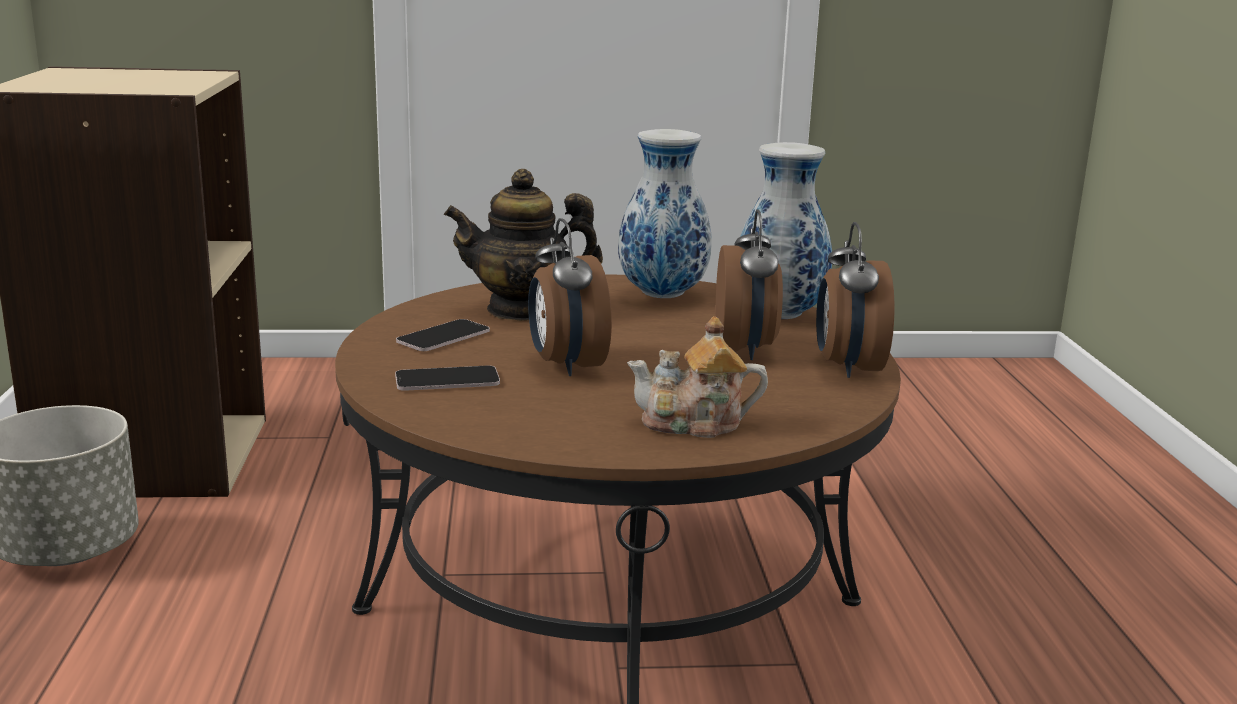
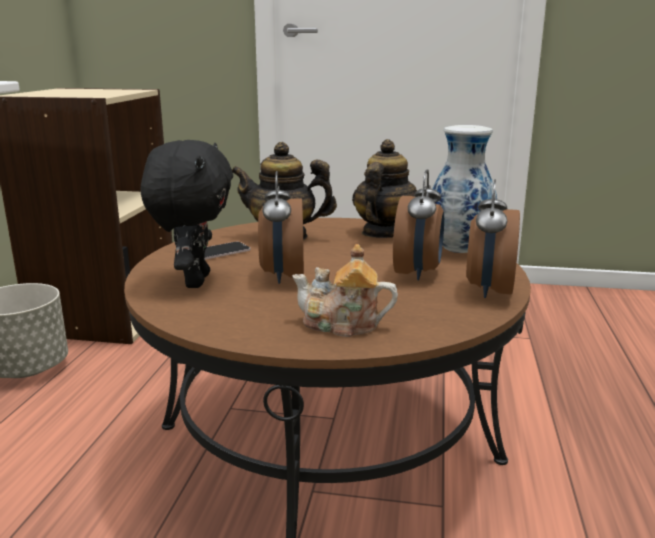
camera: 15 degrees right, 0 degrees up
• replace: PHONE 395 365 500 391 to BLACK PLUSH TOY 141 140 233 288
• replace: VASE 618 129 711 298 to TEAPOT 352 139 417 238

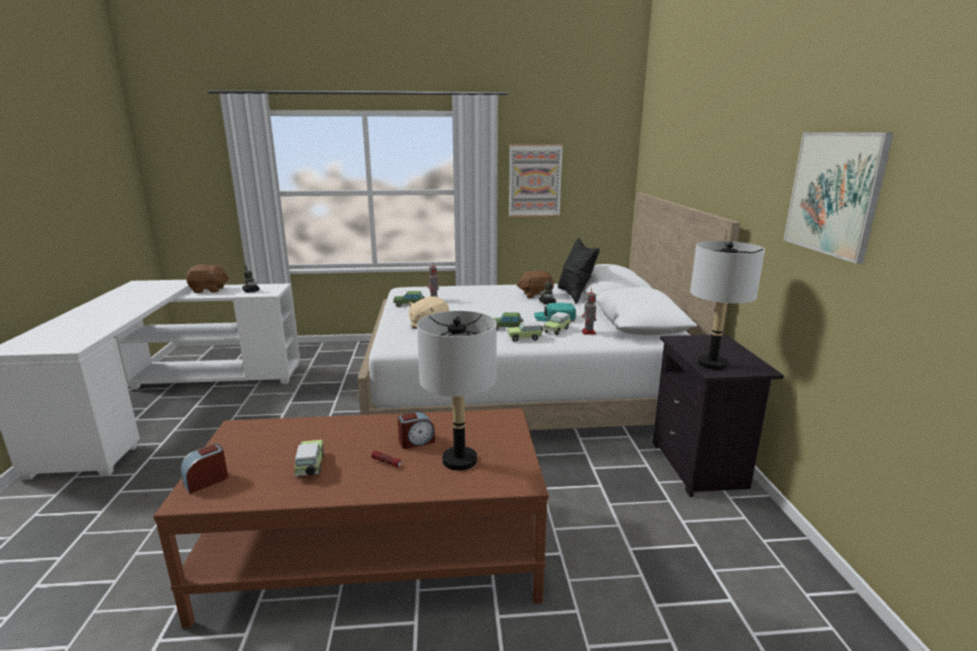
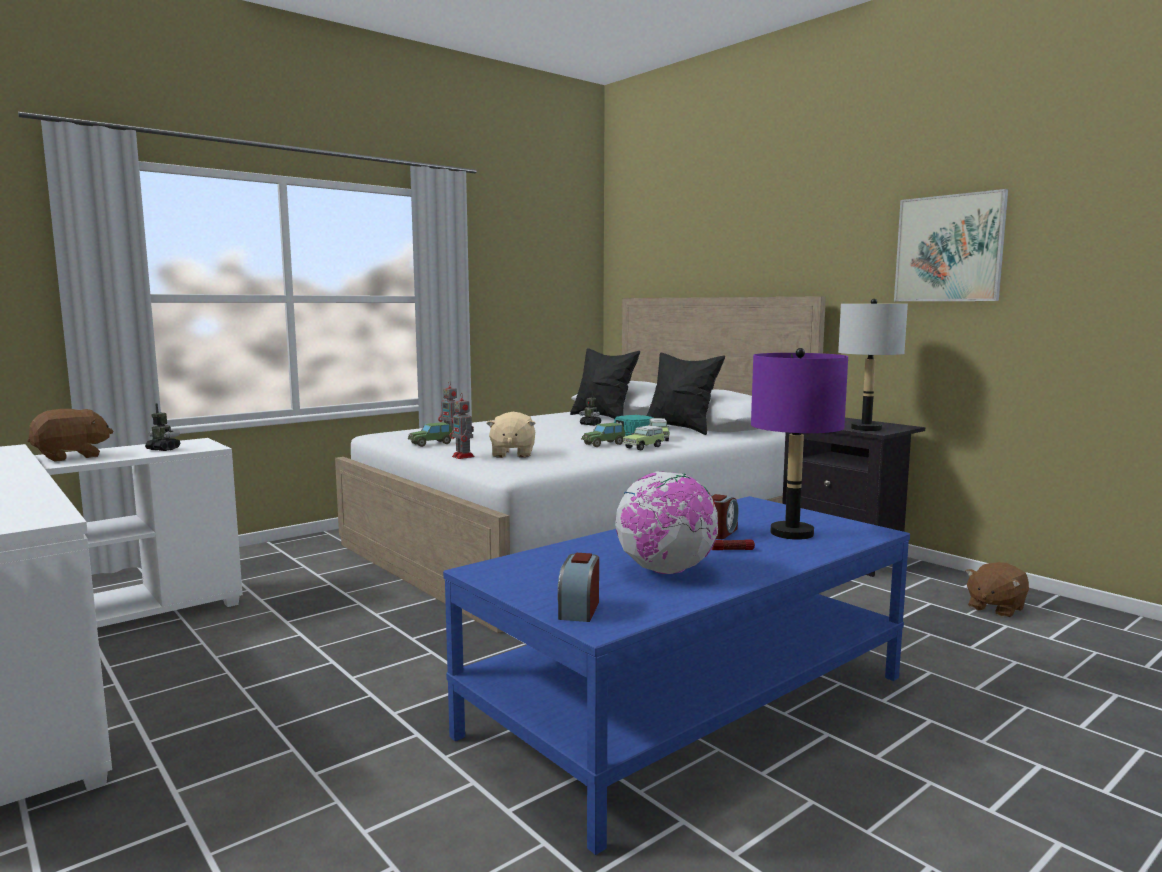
camera: 35 degrees left, 10 degrees down
• recolor: BROWN COFFEE TABLE 153 408 548 628 to BLUE COFFEE TABLE 443 496 910 855
• replace: TOY CAR 294 440 324 476 to GLOBE 615 471 718 574
• recolor: GREY TABLE LAMP 417 311 497 471 to PURPLE TABLE LAMP 751 348 848 540
• delete: PICTURE 509 144 563 217
• move: BROWN PLUSH TOY 517 271 554 298 to 965 562 1029 618
• move: TOY ROBOT 581 288 596 335 to 449 394 474 459
• insert: BLACK PILLOW 647 353 725 435

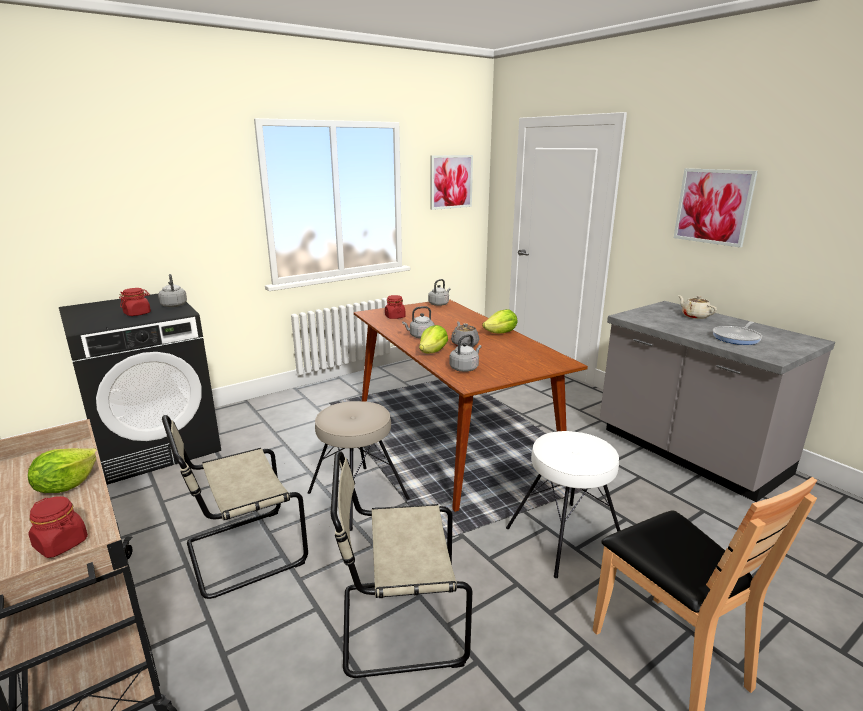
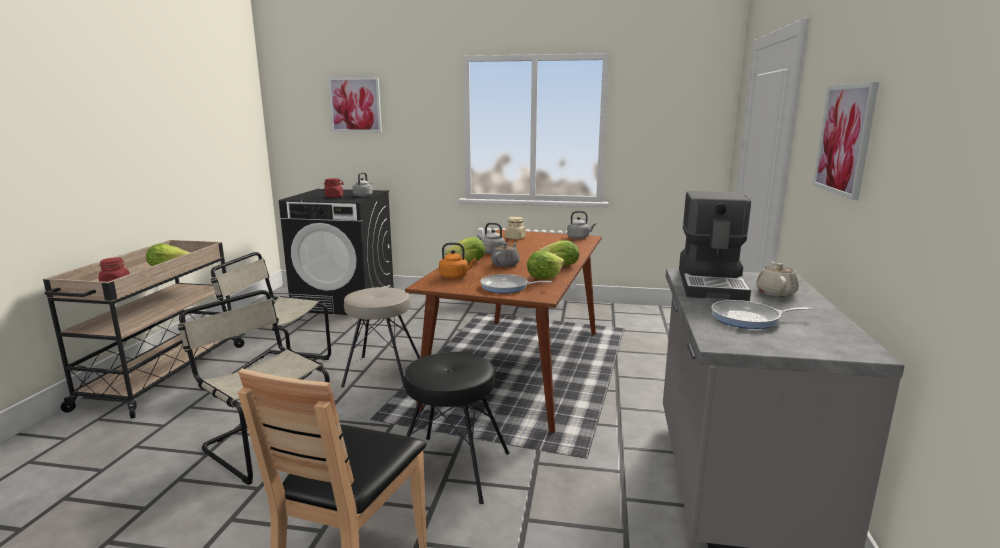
camera: 45 degrees right, 5 degrees down
• recolor: RED JAR 385 295 406 319 to BEIGE JAR 505 217 526 239
• move: PICTURE 431 155 473 210 to 328 77 382 132
• recolor: GREY KETTLE 450 334 482 372 to ORANGE KETTLE 439 242 476 279
• recolor: WHITE STOOL 506 431 621 578 to BLACK STOOL 404 352 509 504
• insert: FRYING PAN 480 274 552 293
• insert: LETTUCE 527 251 564 279
• insert: COFFEE MACHINE 679 191 751 301

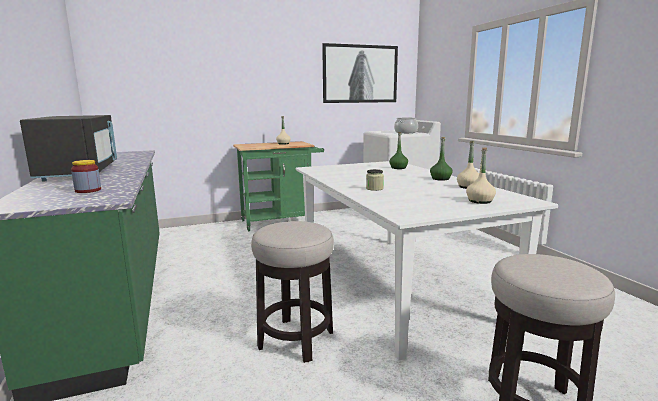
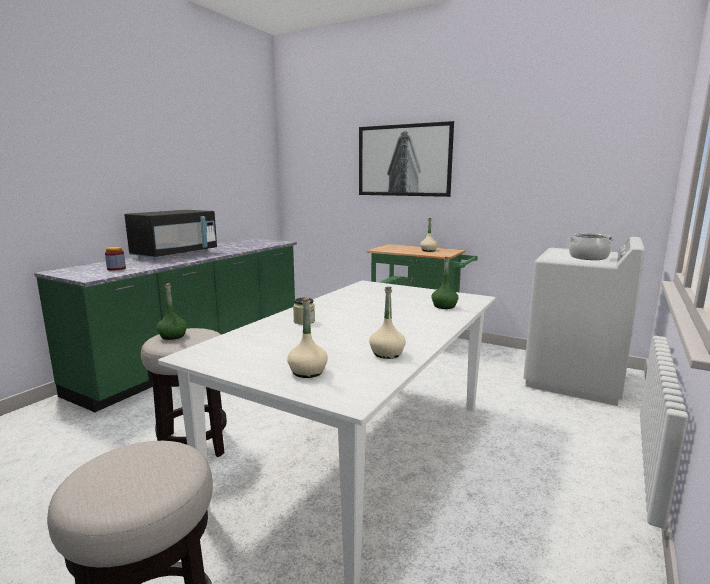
camera: 50 degrees right, 0 degrees up
• move: PICTURE 322 43 398 103 to 359 121 454 197
• move: GREEN BOTTLE 430 137 453 181 to 157 283 187 340

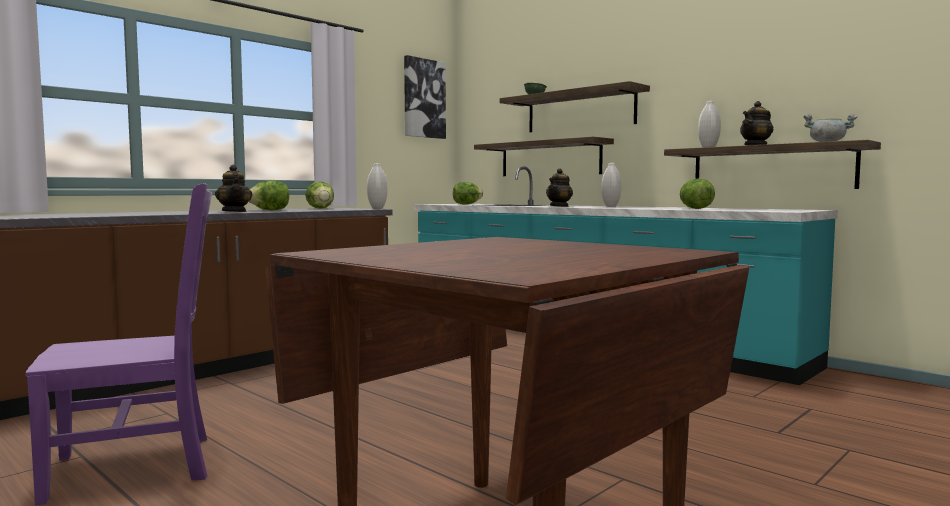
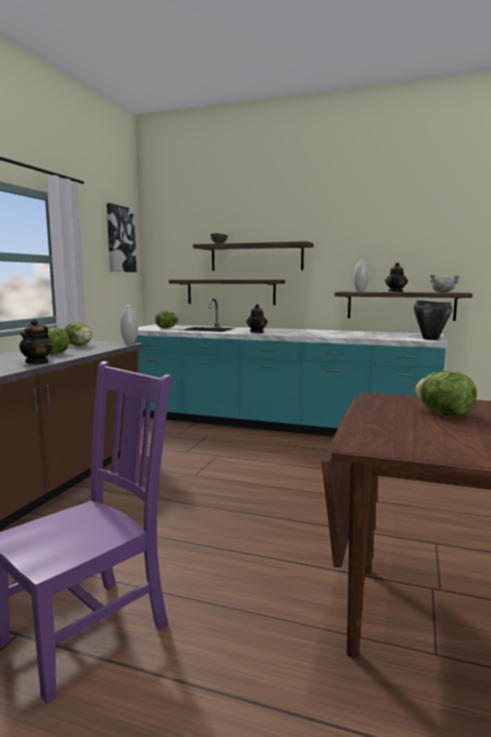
camera: 25 degrees left, 5 degrees up
• rotate: TEAPOT 215 165 252 212 = 19 319 52 364 60 degrees clockwise
• delete: WHITE VASE 601 163 622 207
• move: LETTUCE 680 178 715 209 to 414 371 477 416
• insert: BLACK COOKING POT 414 300 453 340

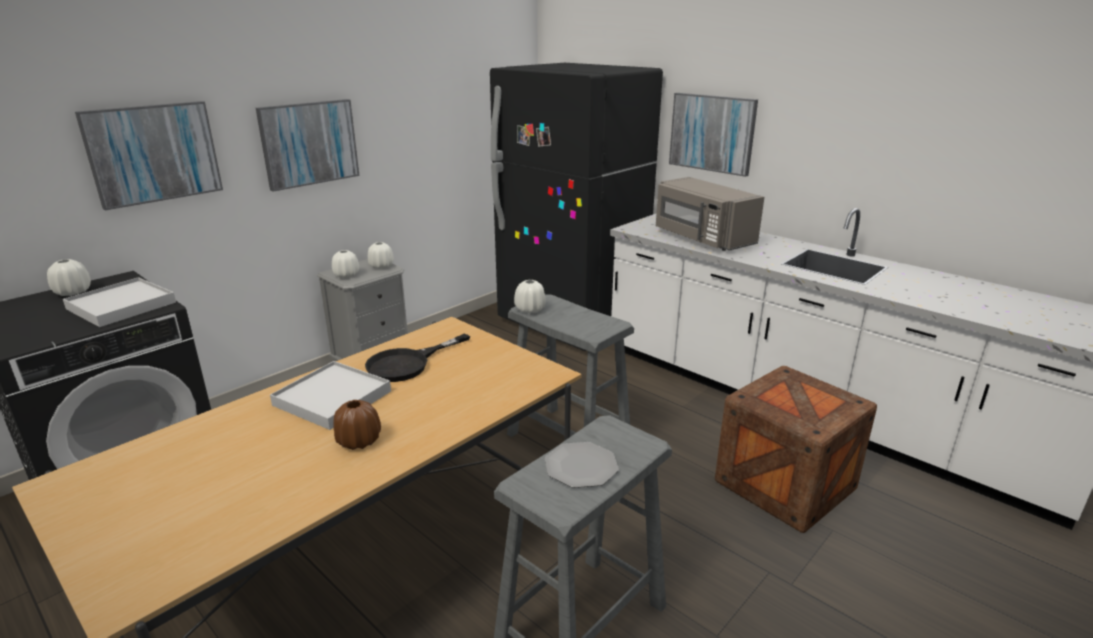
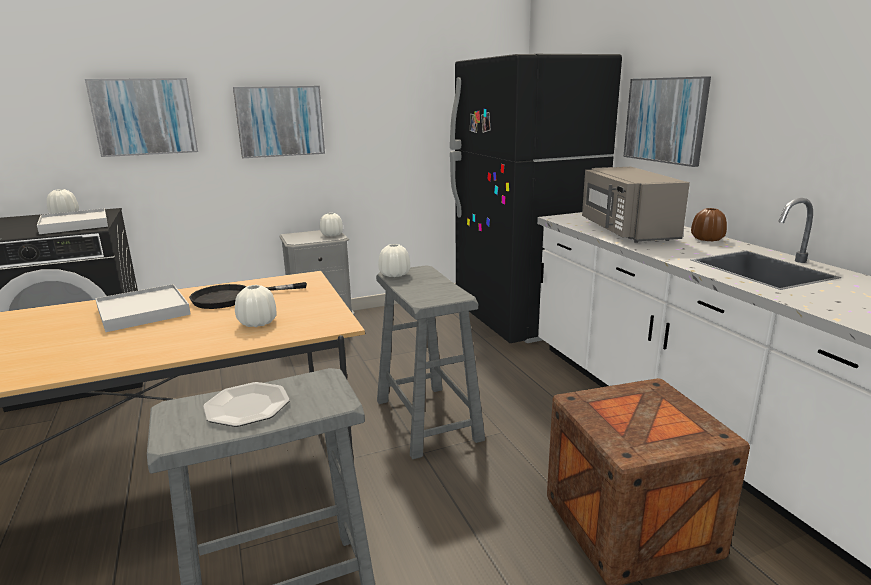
camera: 25 degrees right, 5 degrees down
• move: WHITE VASE 332 250 359 278 to 235 285 277 327
• move: BROWN VASE 333 400 381 450 to 691 208 727 241

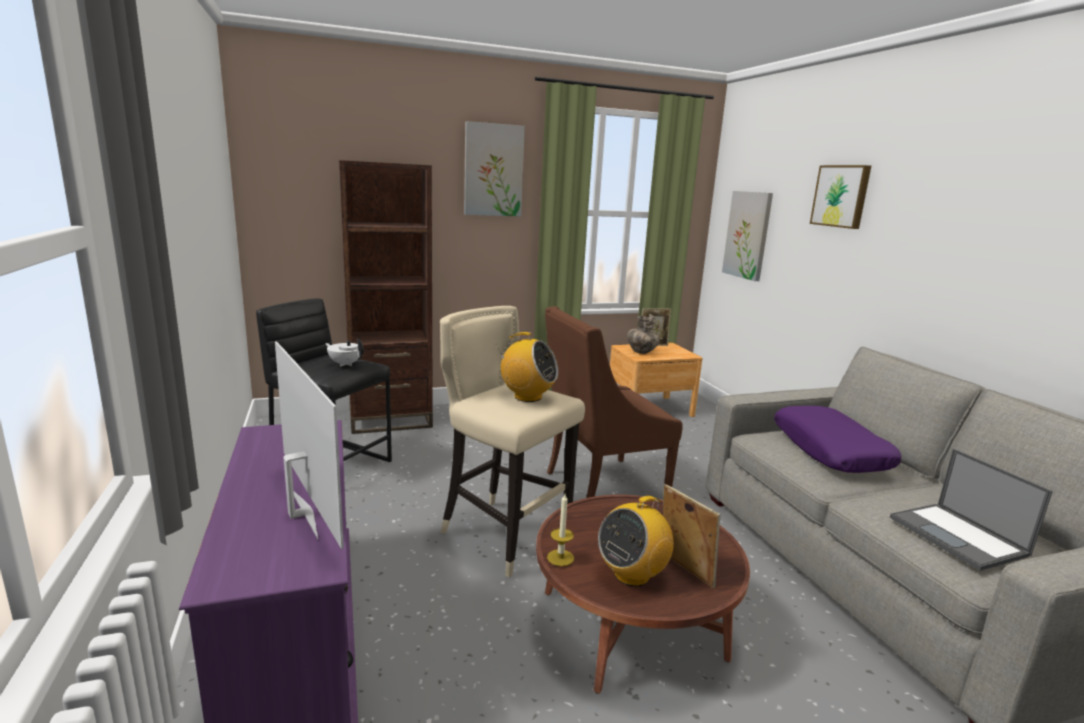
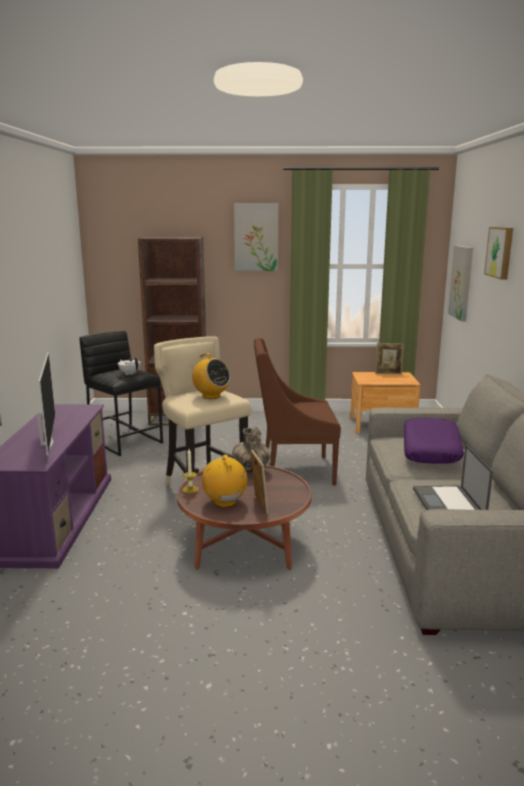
camera: 20 degrees right, 0 degrees up
• rotate: RADIO 598 494 674 586 = 202 454 247 507 90 degrees clockwise
• move: VASE 627 314 660 354 to 232 427 271 473

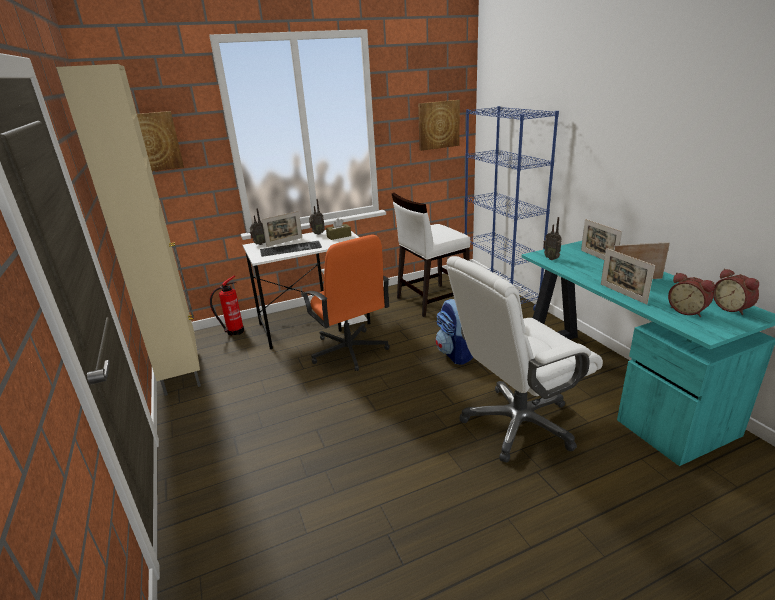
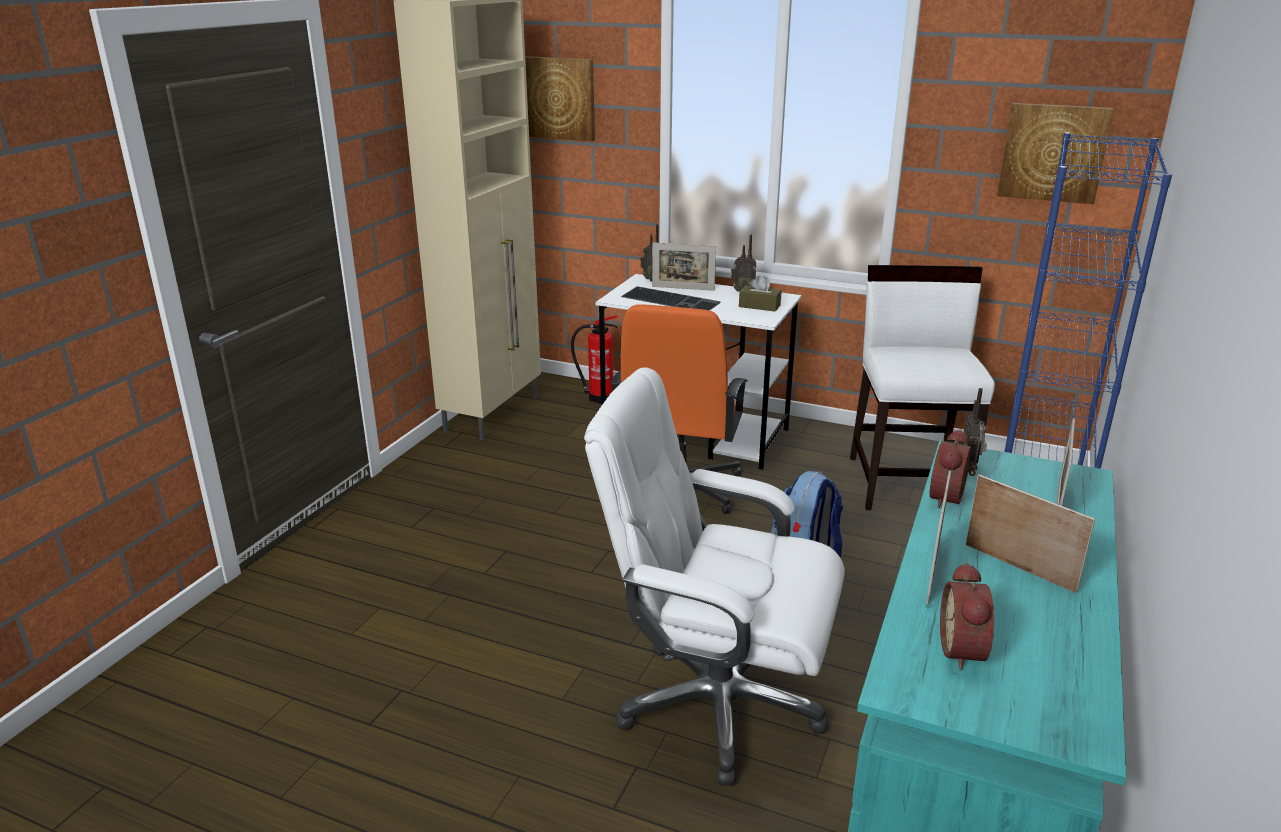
camera: 45 degrees right, 0 degrees up
• rotate: WHITE CHAIR 392 193 470 317 = 850 265 995 510 75 degrees clockwise
• move: ALARM CLOCK 713 269 759 315 to 930 429 976 508

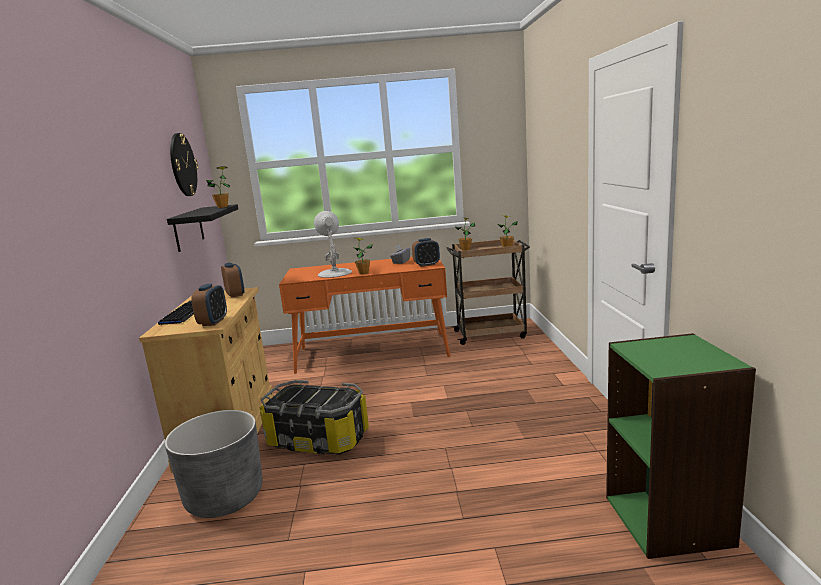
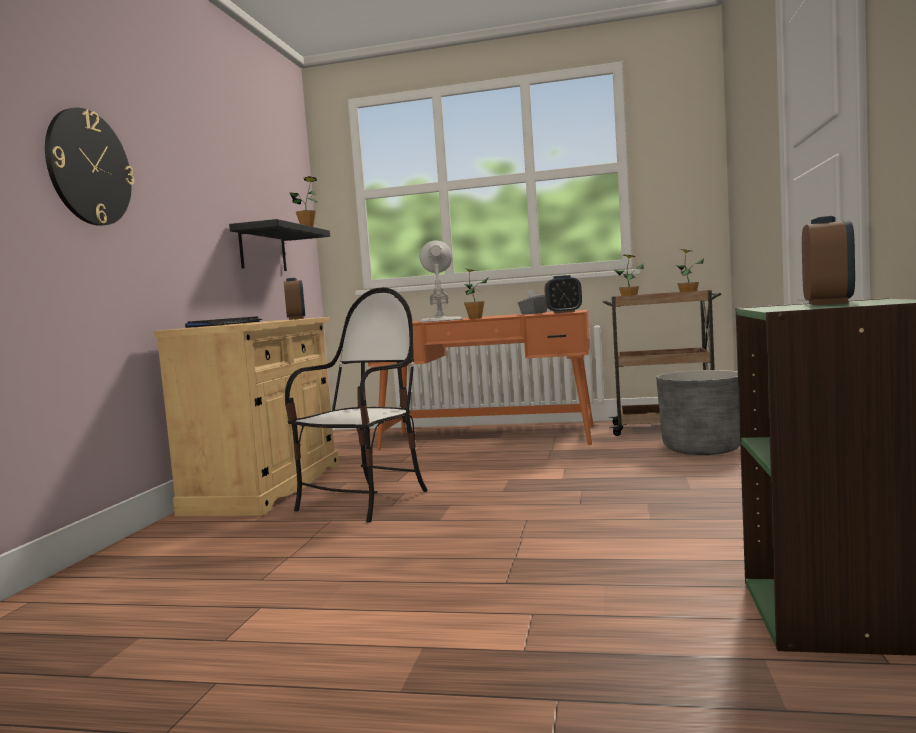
camera: 15 degrees right, 10 degrees down
• move: GREY PLANTER 165 410 263 518 to 656 370 740 455
• move: WALL CLOCK 170 133 198 196 to 45 108 134 226
• move: ALARM CLOCK 191 284 227 326 to 802 216 855 305
• replace: STORAGE BOX 260 380 369 455 to CHAIR 285 287 428 523

